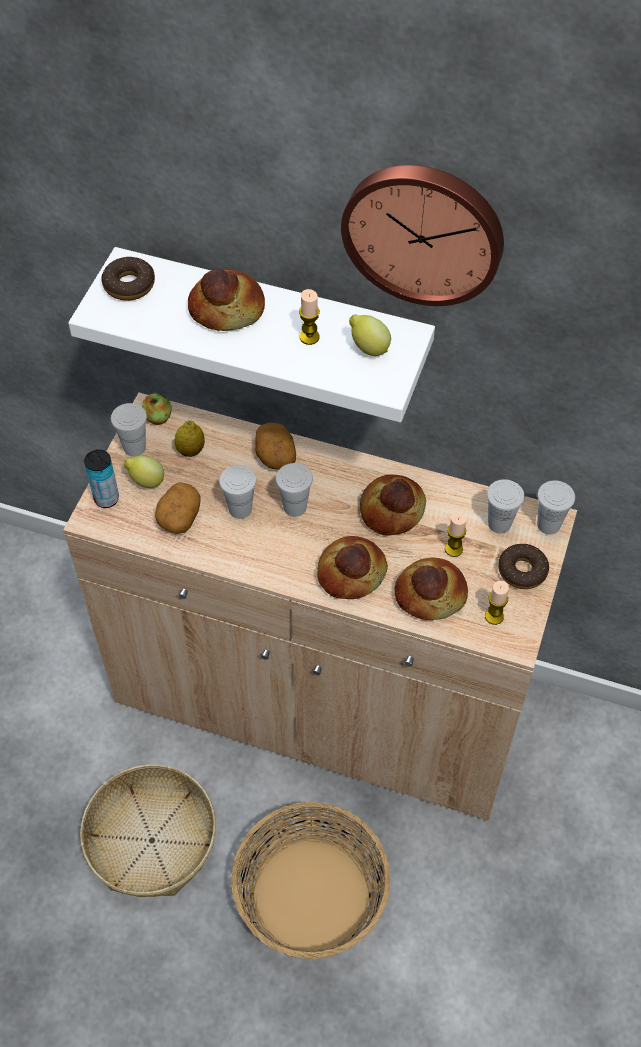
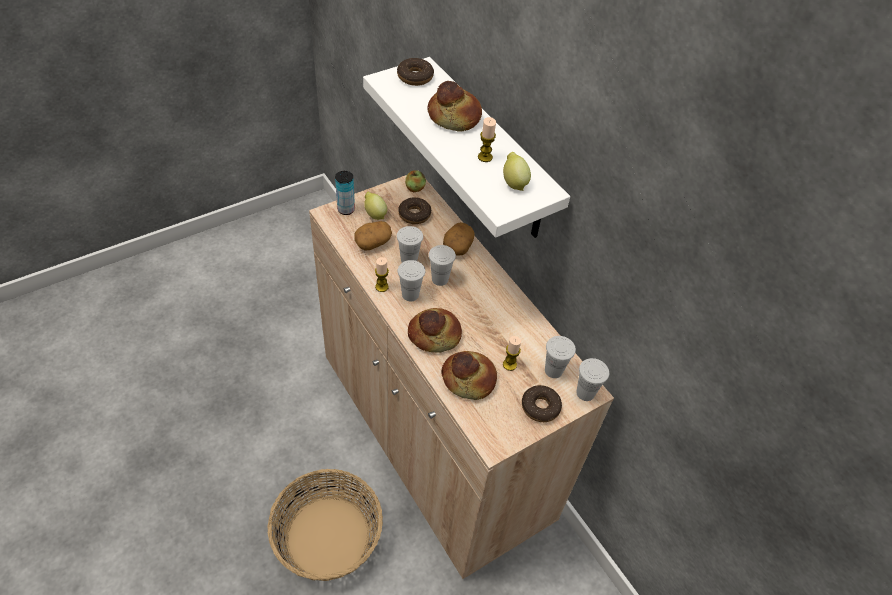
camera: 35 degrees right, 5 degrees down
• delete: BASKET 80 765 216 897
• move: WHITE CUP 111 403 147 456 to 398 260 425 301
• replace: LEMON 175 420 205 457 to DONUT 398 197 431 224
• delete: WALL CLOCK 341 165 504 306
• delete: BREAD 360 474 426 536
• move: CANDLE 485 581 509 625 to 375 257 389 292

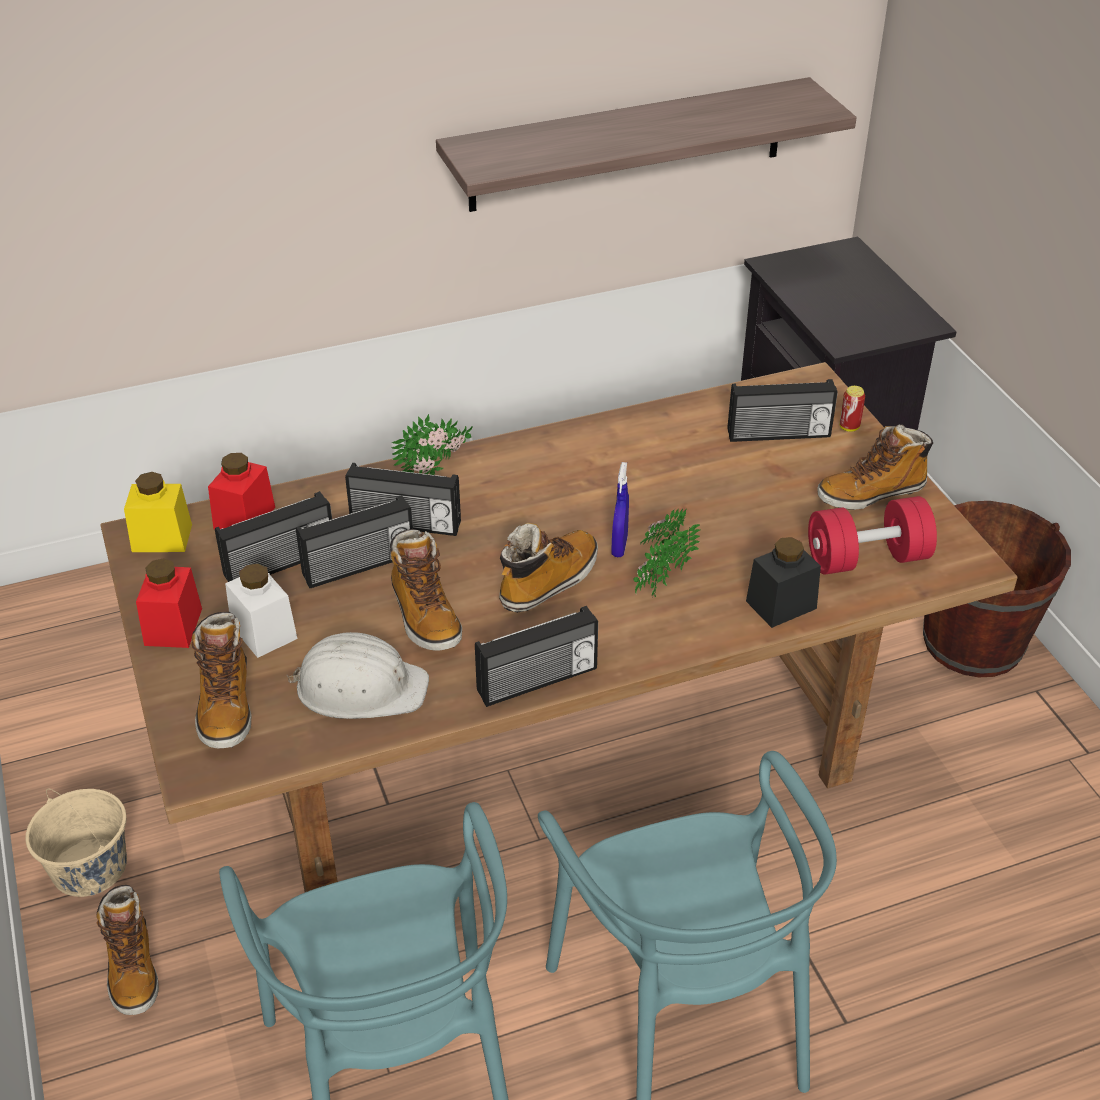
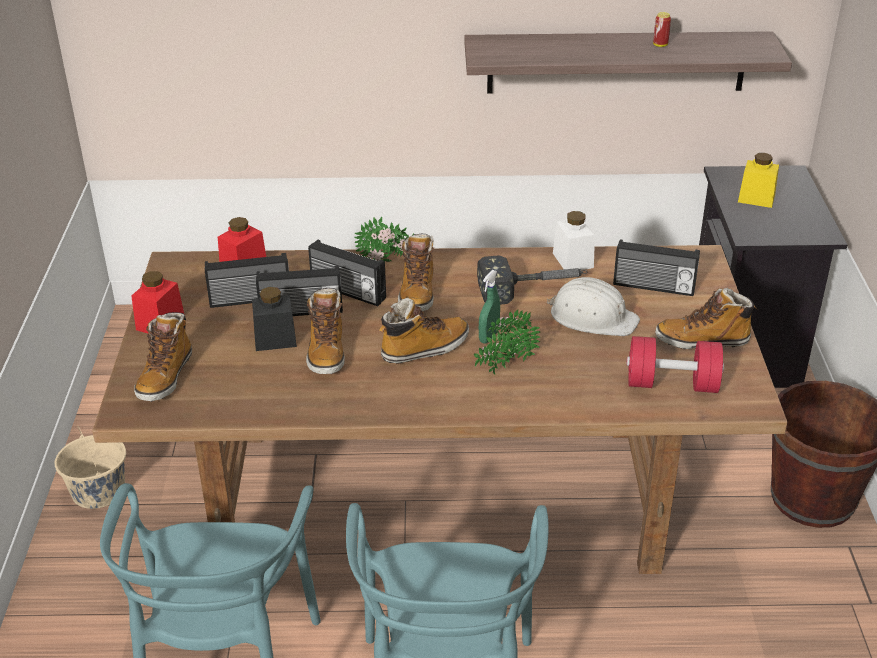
camera: 20 degrees right, 5 degrees down
• move: BOOT 96 885 159 1015 to 398 234 434 311
• move: YELLOW JAR 124 472 192 552 to 738 153 779 208
• move: WHITE JAR 225 564 298 658 to 553 211 595 270
• move: WHITE HARD HAT 287 632 429 719 to 547 277 640 336
• delete: RADIO 475 606 598 707
• recolor: BLUE SPRAY BOTTLE 611 462 629 557 to GREEN SPRAY BOTTLE 479 270 500 344
• move: BLACK JAR 746 537 821 628 to 252 287 297 351
• move: CAN 840 386 865 432 to 653 12 671 47
• insert: HAMMER 477 255 587 305

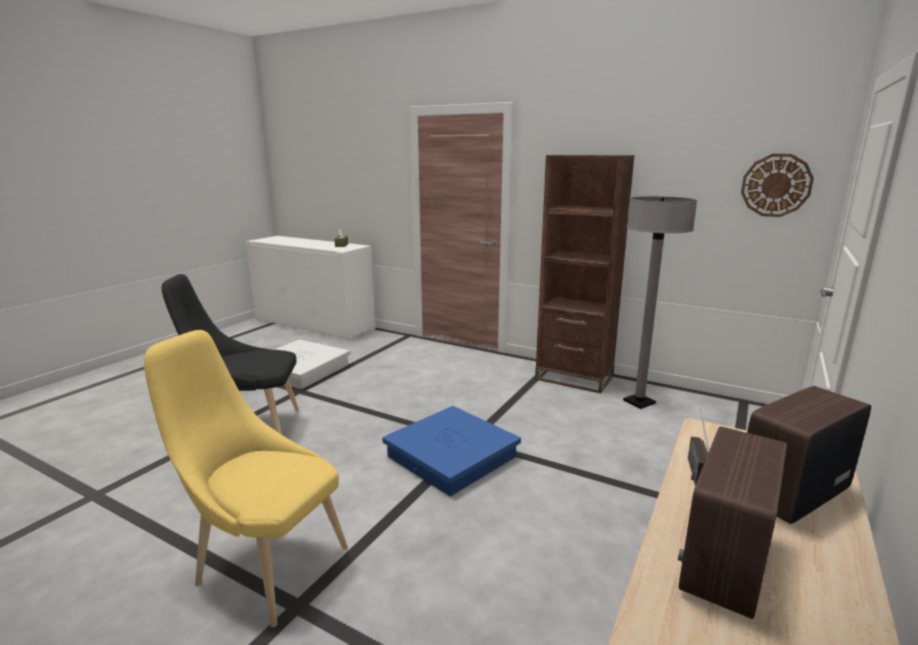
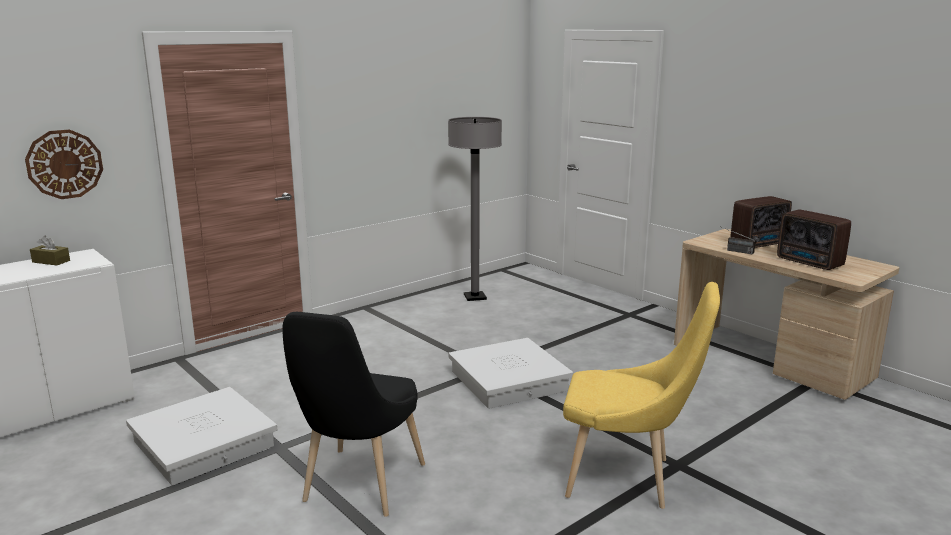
camera: 70 degrees left, 0 degrees up
• rotate: YELLOW CHAIR 144 330 348 627 = 563 282 720 509 120 degrees counterclockwise
• recolor: BLUE STORAGE BOX 382 406 521 496 to WHITE STORAGE BOX 448 338 573 409
• delete: BROWN BOOKCASE 535 155 635 393
• move: WALL CLOCK 741 154 814 217 to 25 129 103 199
• rotate: RADIO 747 386 871 524 = 730 196 792 248 105 degrees counterclockwise

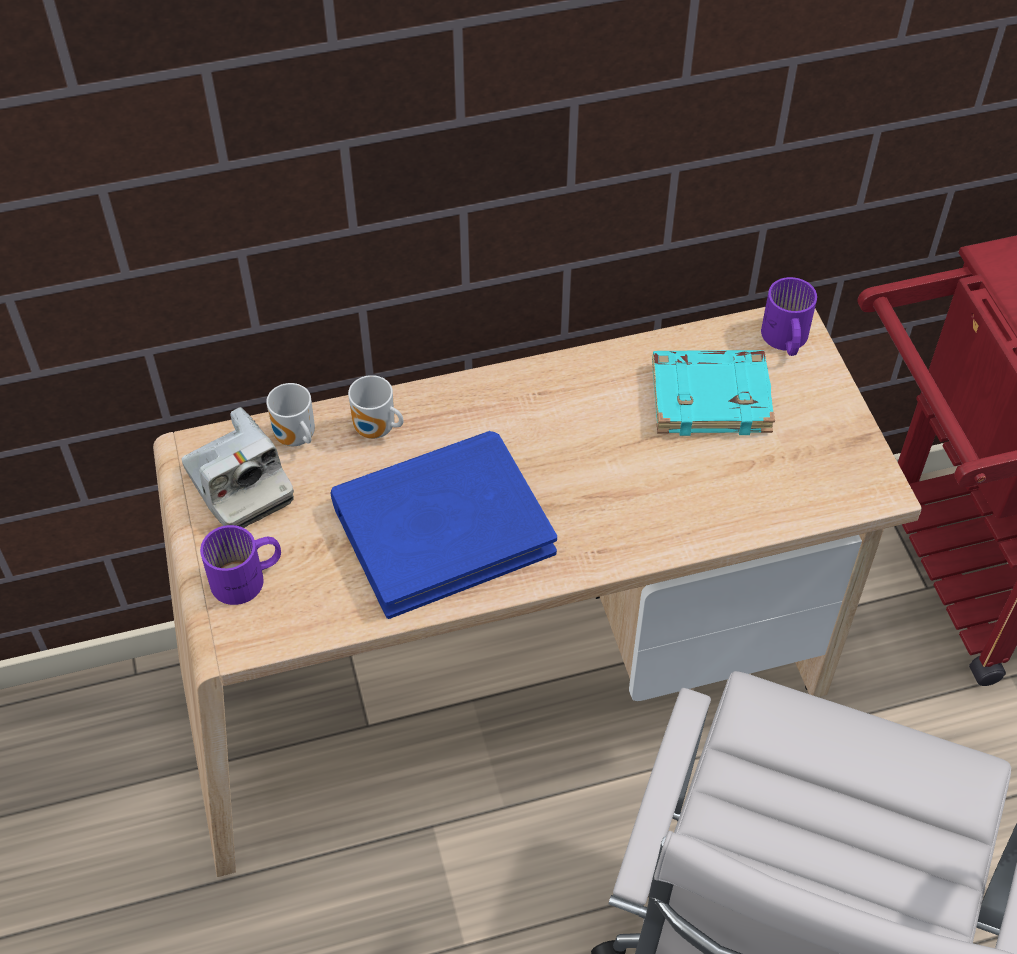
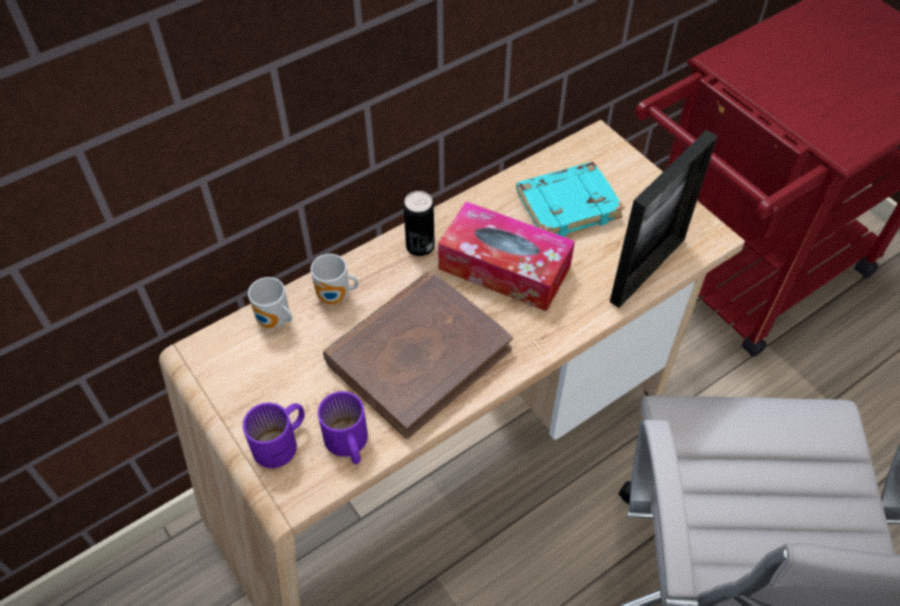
camera: 20 degrees left, 0 degrees up
• delete: PHOTO CAMERA 182 407 294 528
• recolor: BLUE BOOK 330 431 557 619 to BROWN BOOK 323 272 513 439
• move: PURPLE MUG 761 277 817 356 to 318 391 368 464
• insert: CAN 404 191 435 256
• insert: TISSUE BOX 438 201 575 311
• insert: PICTURE FRAME 610 130 718 308

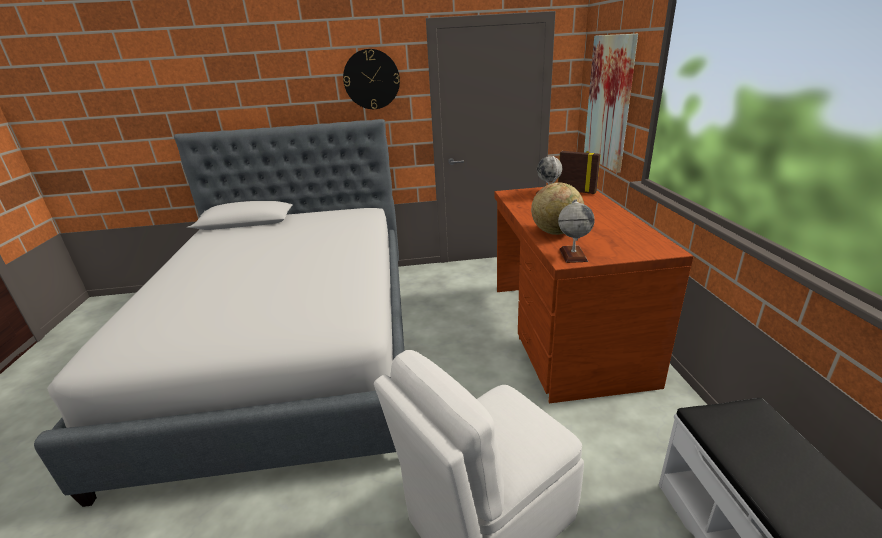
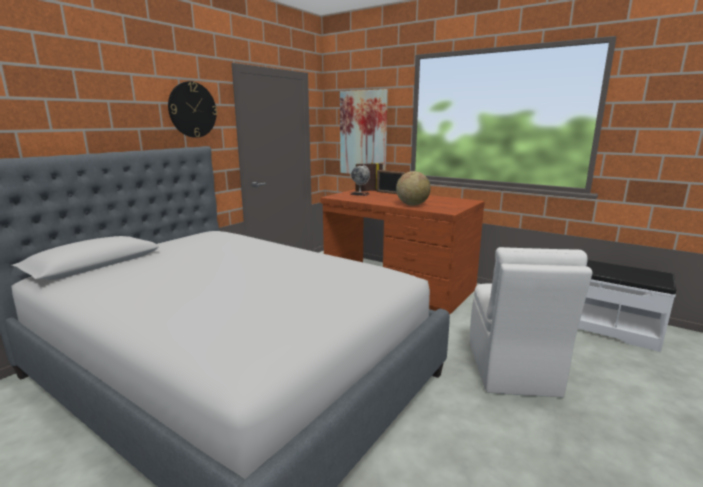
camera: 50 degrees left, 10 degrees down
• delete: GLOBE 558 199 595 263
• insert: PICTURE FRAME 377 170 405 194

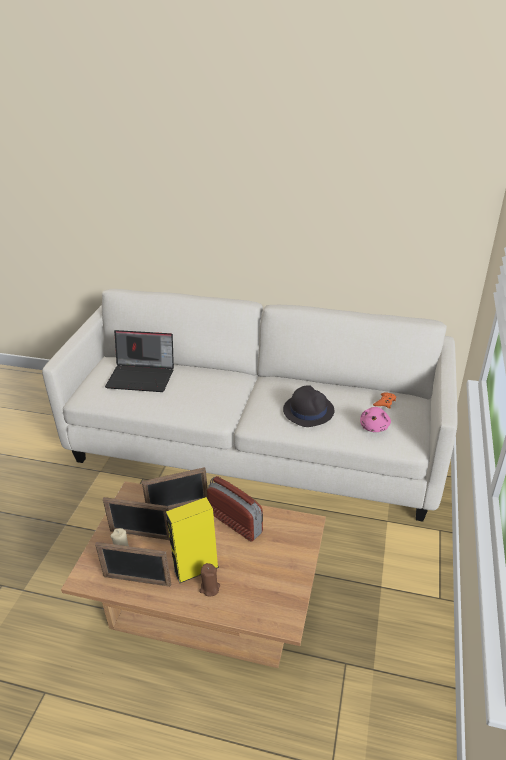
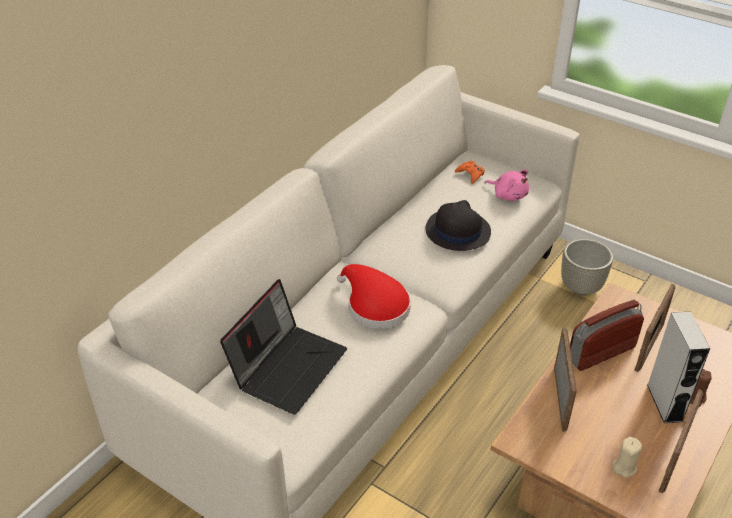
camera: 70 degrees left, 5 degrees up
• move: PICTURE FRAME 103 497 170 540 to 634 284 675 372
• recolor: YELLOW SPEAKER 166 497 219 583 to GREY SPEAKER 647 312 710 423
• insert: RED HAT 337 264 411 329
• insert: GREY PLANTER 561 239 613 295

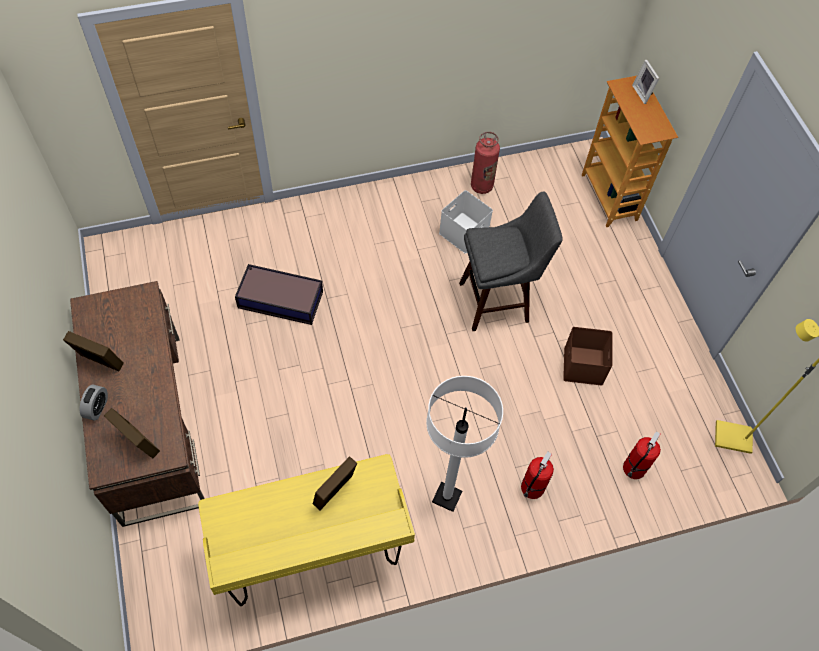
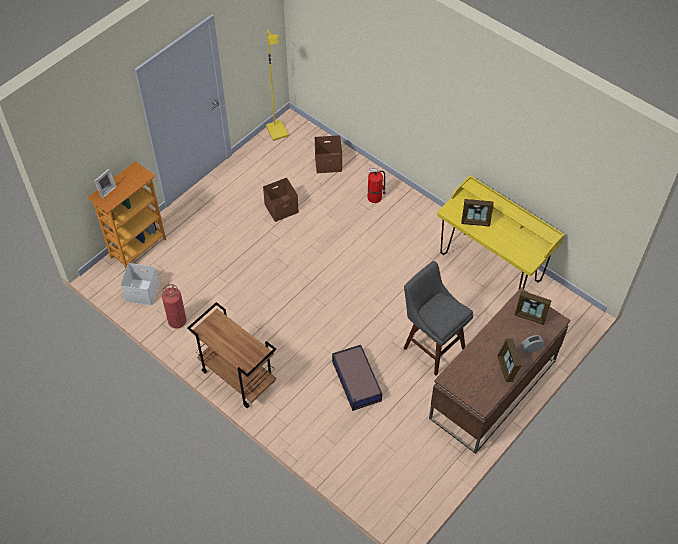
camera: 120 degrees left, 5 degrees down
• rotate: PICTURE FRAME 104 408 160 459 = 514 291 552 325 75 degrees counterclockwise
• delete: WHITE FLOOR LAMP 426 376 503 512
• move: WHITE STORAGE BOX 439 190 493 254 to 121 263 160 305
• move: GREY STOOL 459 191 563 331 to 403 261 473 375
• replace: FIRE EXTINGUISHER 623 431 661 479 to BROWN STORAGE BOX 315 135 342 173
• insert: BROWN CART 187 302 276 408

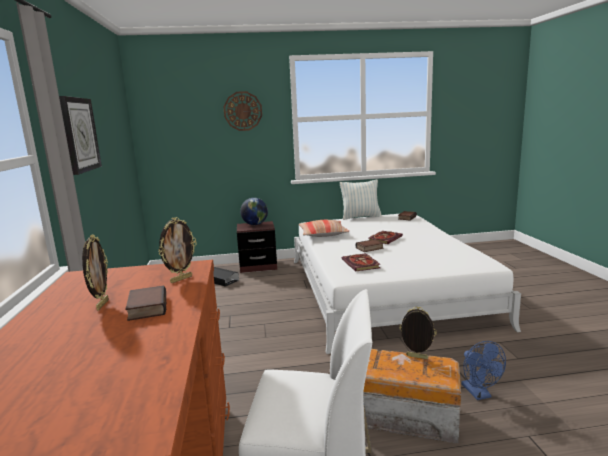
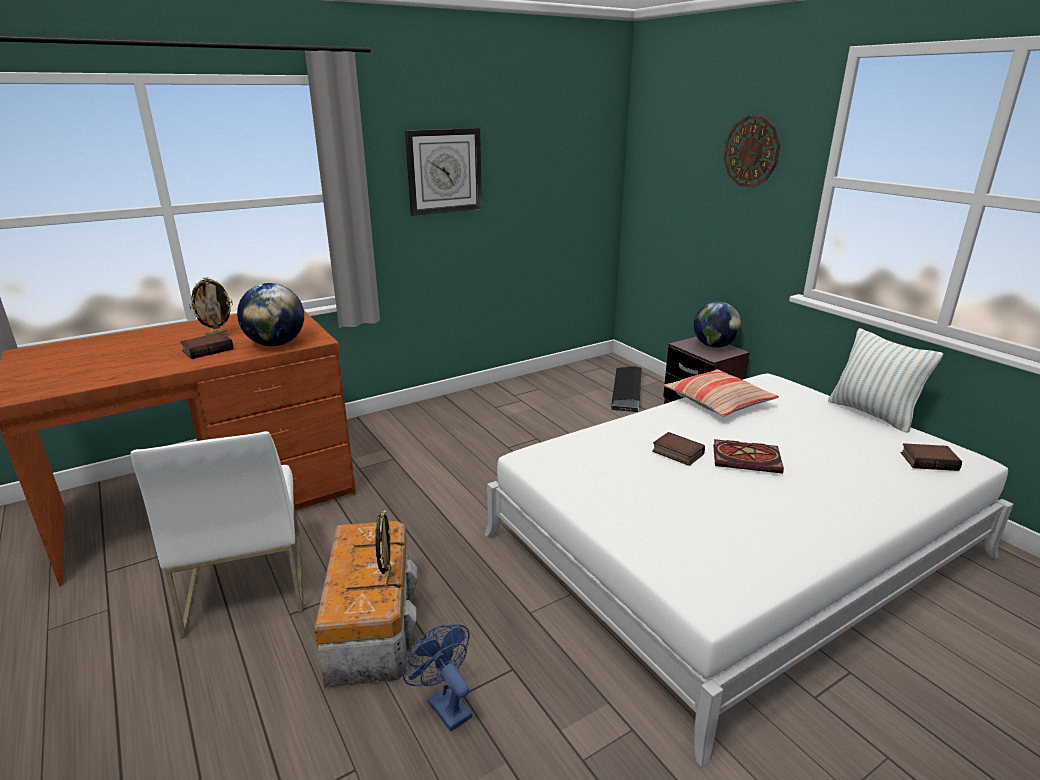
camera: 65 degrees right, 10 degrees up
• replace: PICTURE FRAME 158 217 197 283 to GLOBE 237 283 304 346
• delete: BOOK 342 253 381 272
• rotate: BLUE FAN 462 341 506 400 = 403 624 472 731 90 degrees clockwise

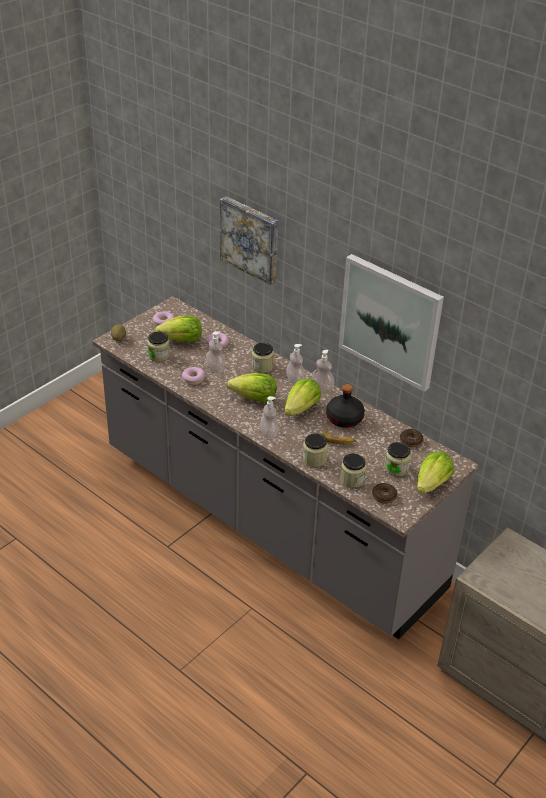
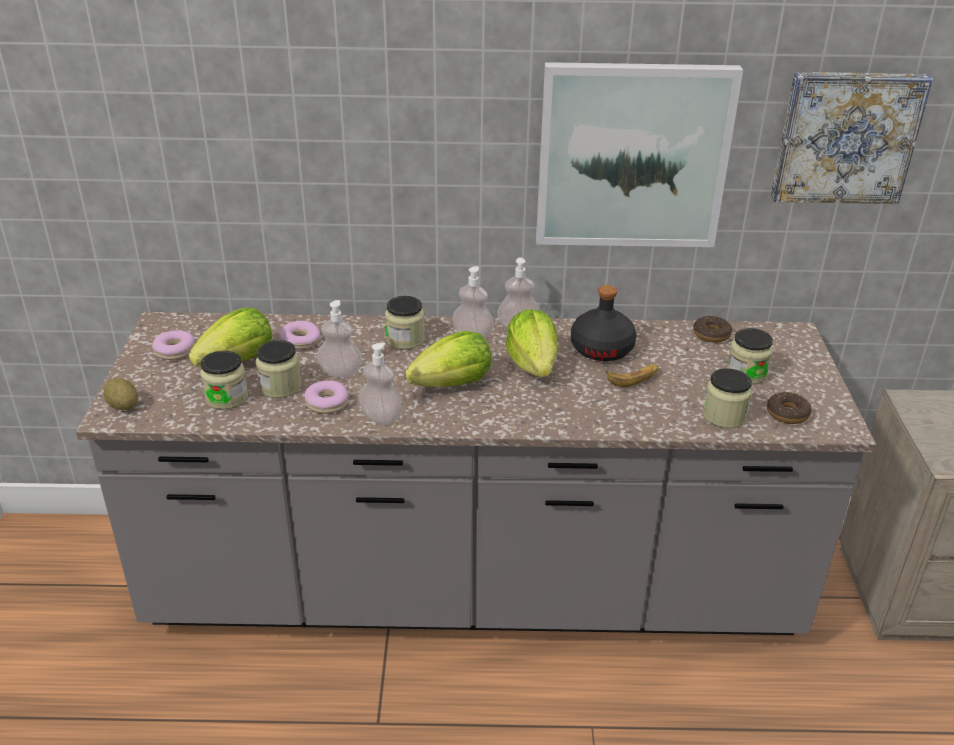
camera: 40 degrees left, 5 degrees down
• move: PICTURE 220 196 278 285 to 771 72 933 204
• move: SOAP DISPENSER 260 396 279 439 to 359 342 403 424
• move: JAR 303 433 328 467 to 256 340 301 398
• delete: LETTUCE 417 451 454 494

